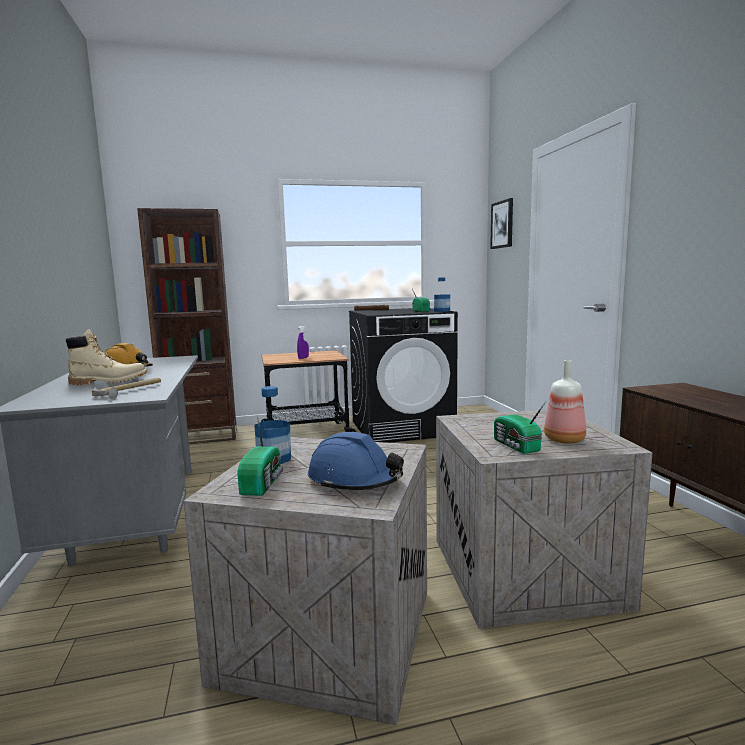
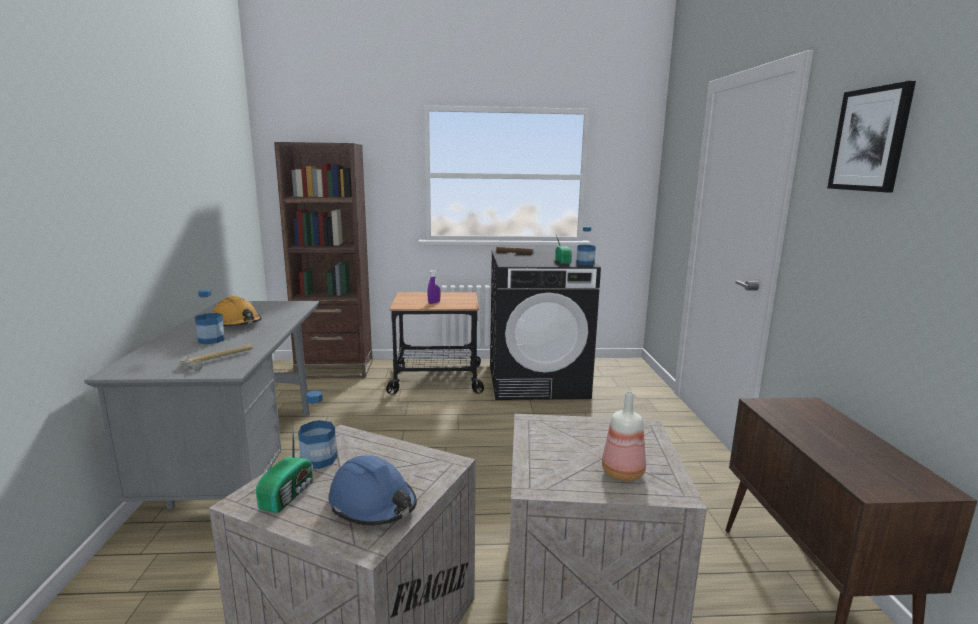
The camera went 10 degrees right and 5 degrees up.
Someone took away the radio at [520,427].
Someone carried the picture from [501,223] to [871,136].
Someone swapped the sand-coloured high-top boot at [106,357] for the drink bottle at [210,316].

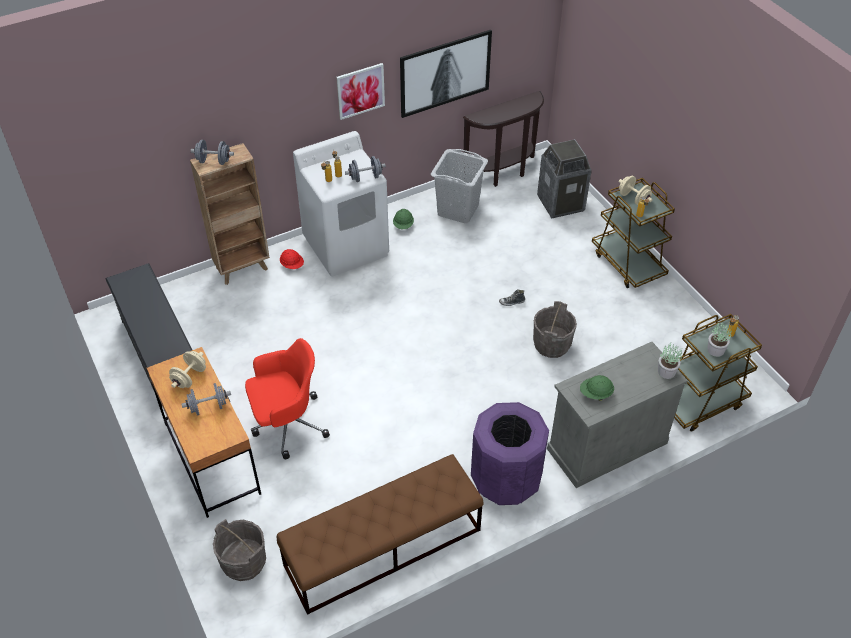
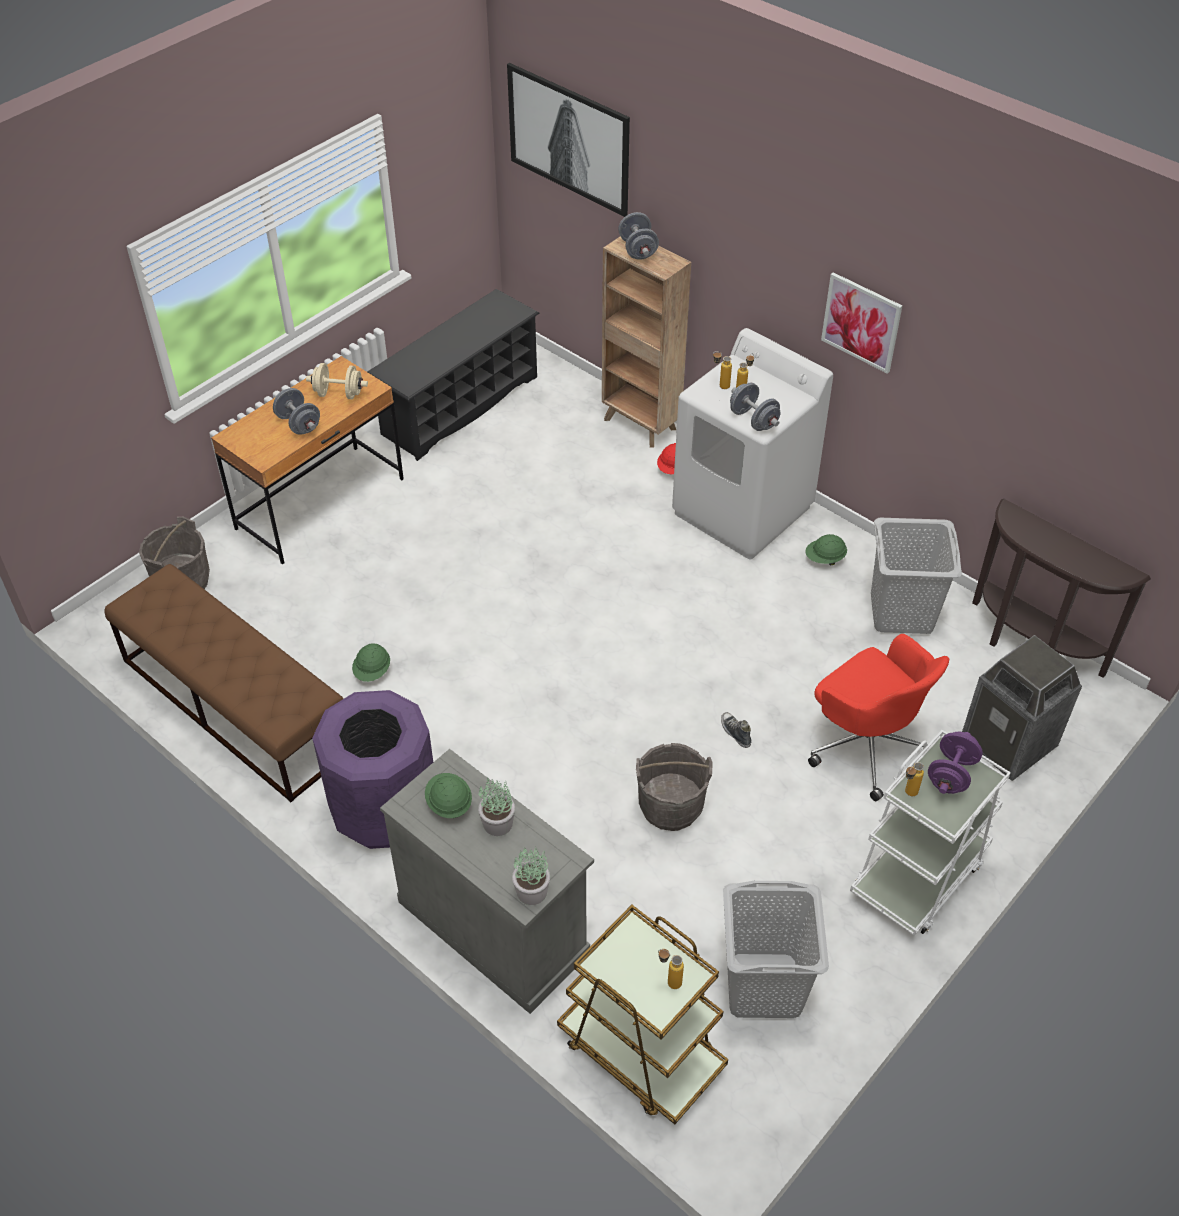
The camera went 70 degrees right and 0 degrees up.
Someone put down the green-coloured work helmet at [371,662].
Someone put down the grey washing basket at [776,949].
Someone carried the red-coloured computer chair from [287,398] to [878,717].
Someone carried the picture from [446,74] to [568,140].
Someone carried the potted plant from [719,340] to [496,806].
Someone repainted the brown-coloured wheeled cart at [633,233], which became the white wheeled cart at [930,833].
Someone repainted the sand-coloured free weight at [636,190], which became the purple free weight at [955,763].

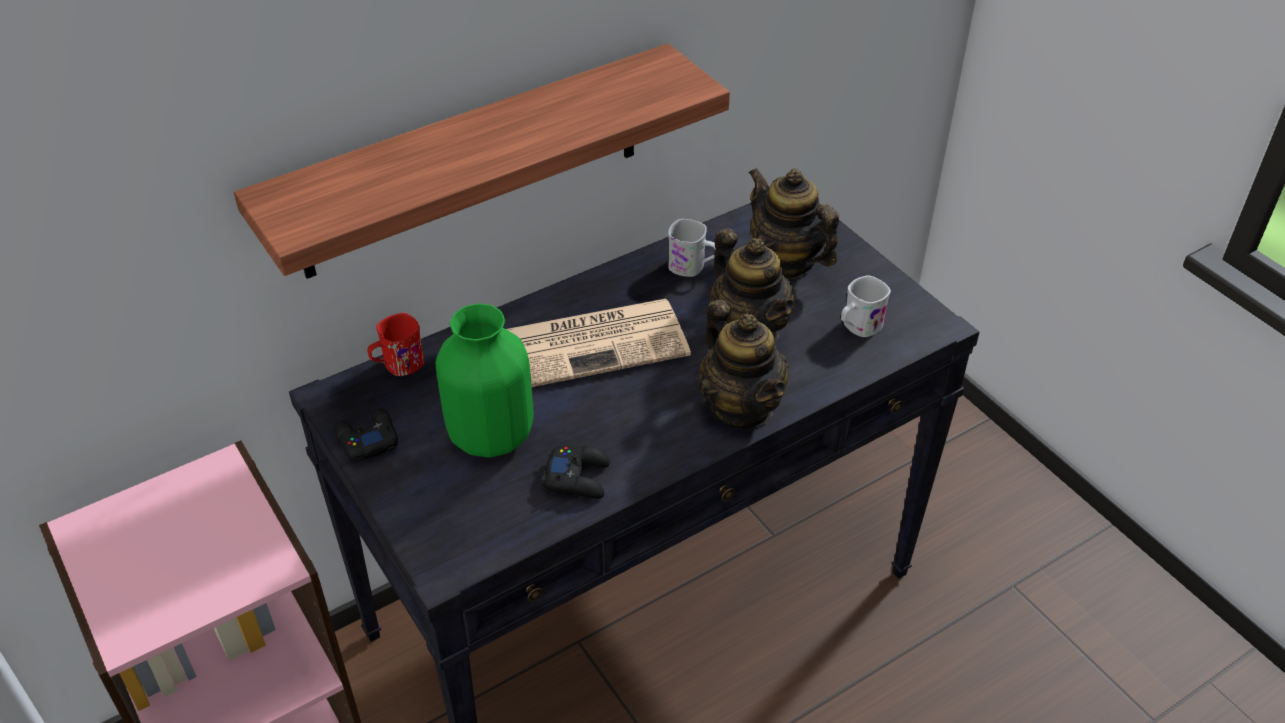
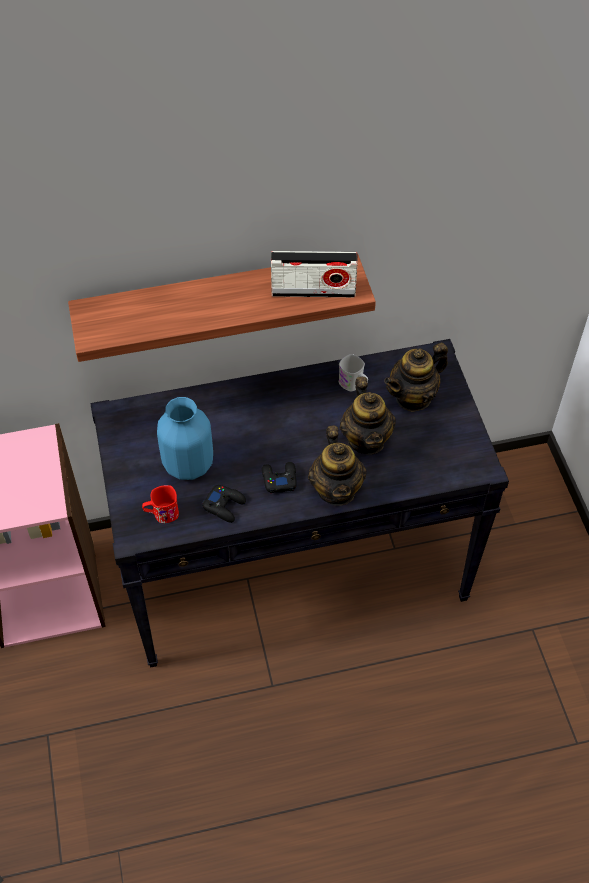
The camera went 20 degrees right and 10 degrees up.
Someone took away the newspaper at [598,343].
Someone took away the white coffee mug at [866,306].
Someone put down the radio at [314,274].
Someone carried the black joypad from [365,435] to [279,477].
Someone carried the red-coloured coffee mug from [395,344] to [160,504].
Someone repainted the green-coloured decorative vase at [485,380], which became the blue decorative vase at [185,438].
Someone rotated the pot for tea at [794,223] by 105 degrees counterclockwise.

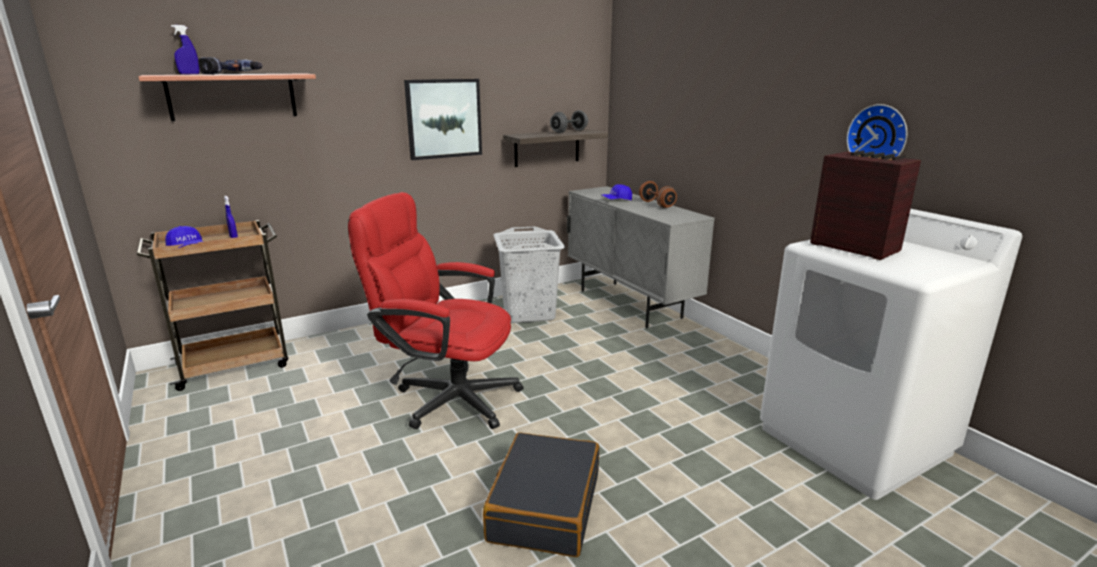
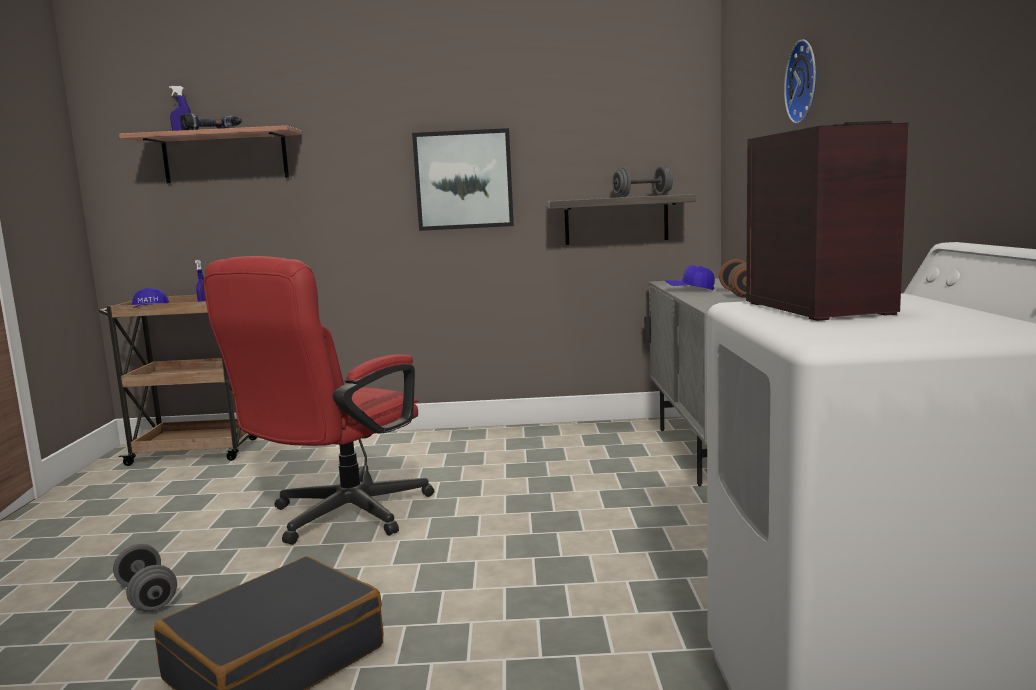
The camera went 30 degrees right and 10 degrees down.
Someone took away the grey washing basket at [529,275].
Someone put down the grey free weight at [145,578].
Someone carried the wall clock from [877,130] to [800,81].
Someone rotated the red-coloured computer chair at [435,310] by 105 degrees counterclockwise.

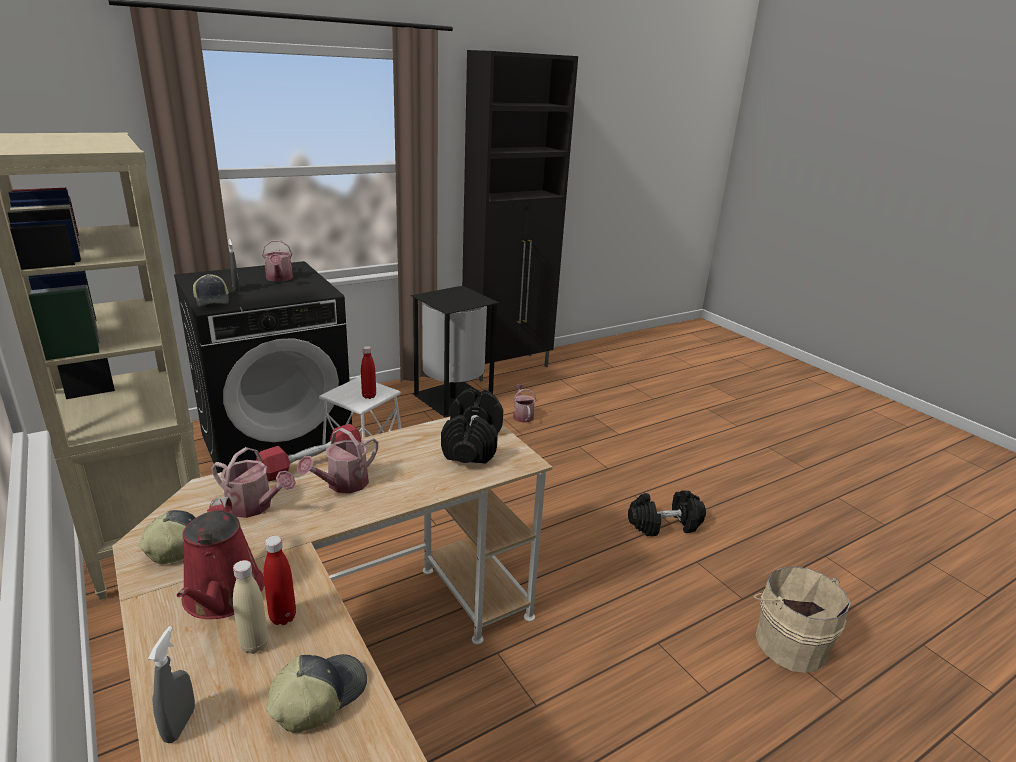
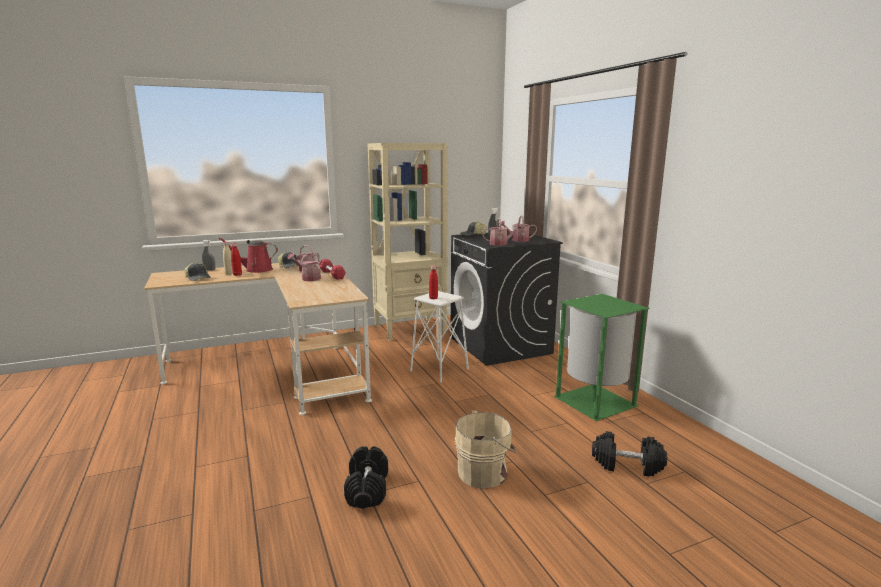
The camera went 100 degrees right and 10 degrees down.
Someone took away the black cupboard at [520,216].
Someone carried the black free weight from [472,426] to [629,454].
Someone carried the sprinkling can from [524,404] to [502,232].
Someone carried the sand-coloured bucket from [801,620] to [485,449].
Someone repainted the black trash can at [455,352], which became the green-coloured trash can at [602,357].

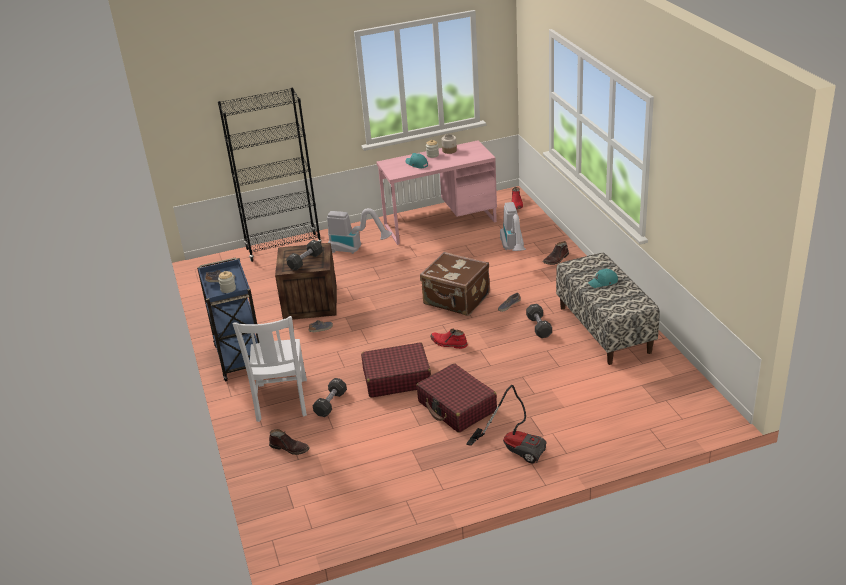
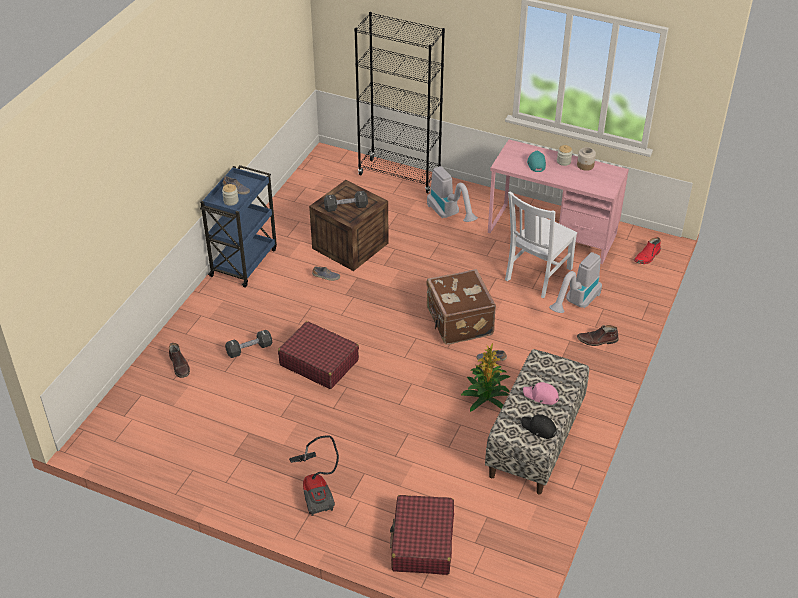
The camera went 40 degrees right and 10 degrees up.
Someone took away the red-coloured high-top boot at [449,339].
Someone put down the black baseball cap at [539,427].
Someone carried the white plain chair from [270,369] to [541,245].
Someone carried the red-coloured travel case from [456,398] to [422,535].
Someone swapped the black free weight at [539,321] for the potted plant at [485,377].
Someone repainted the blue-green baseball cap at [603,278], which became the pink baseball cap at [541,393].

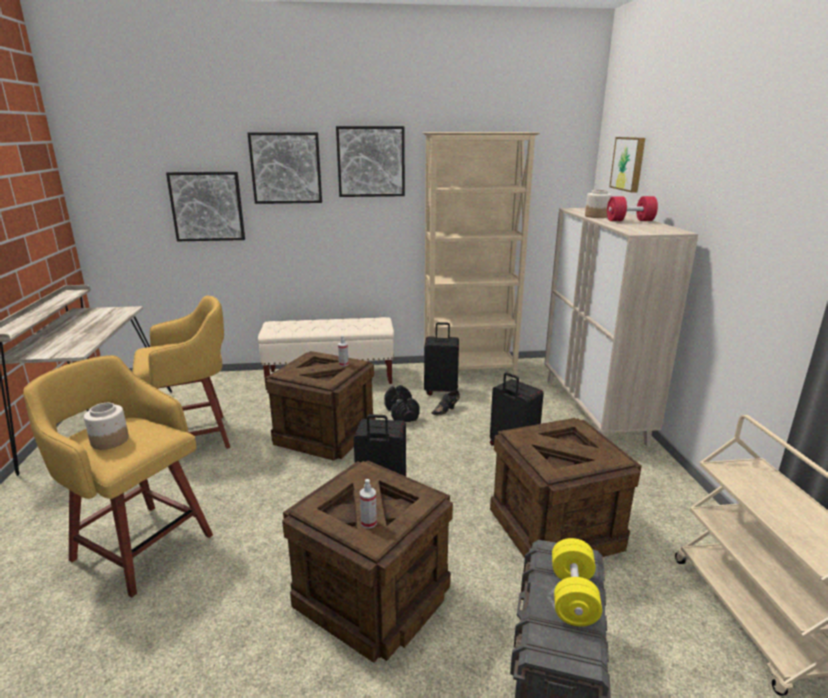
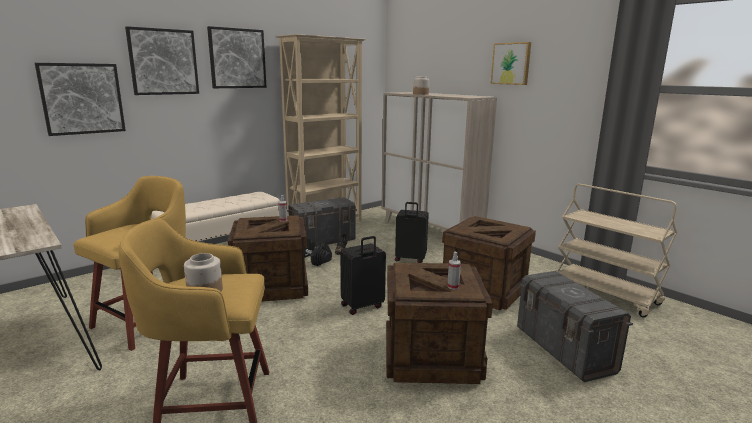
The camera went 35 degrees left and 5 degrees down.
Someone took away the yellowish free weight at [577,582].
Someone took away the red-coloured free weight at [632,208].
Someone carried the picture from [627,164] to [511,63].
Someone swapped the black travel case at [441,359] for the grey storage box at [322,222].

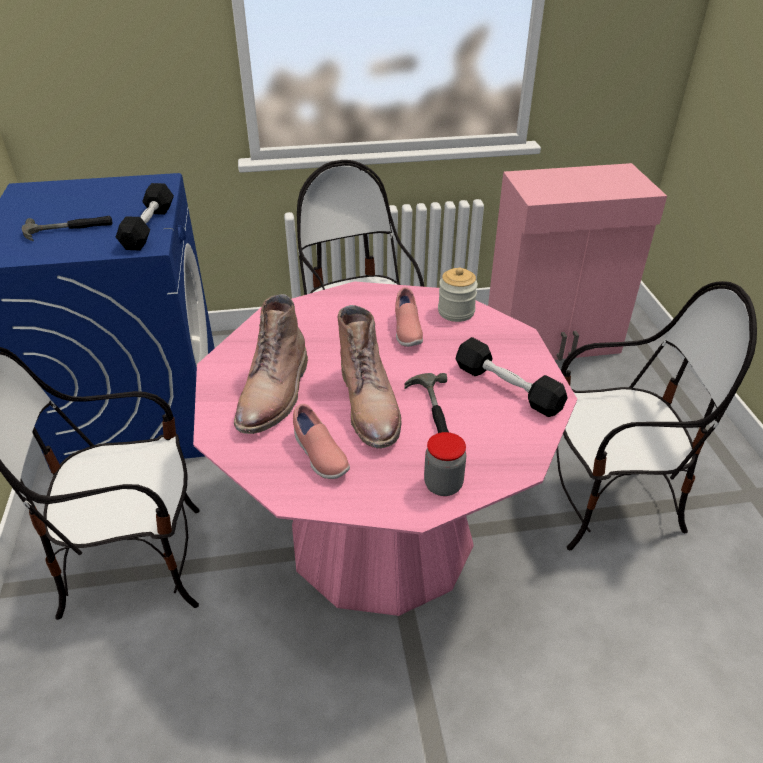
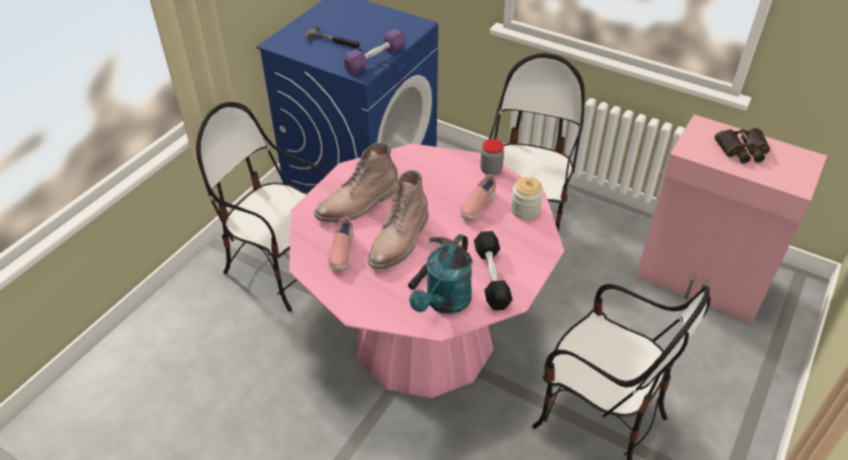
The camera went 40 degrees right and 5 degrees up.
Someone put down the blue-green sprinkling can at [441,274].
Someone put down the field glasses at [742,146].
Someone carried the jar from [445,464] to [492,157].
Someone repainted the black free weight at [145,217], which became the purple free weight at [374,51].

